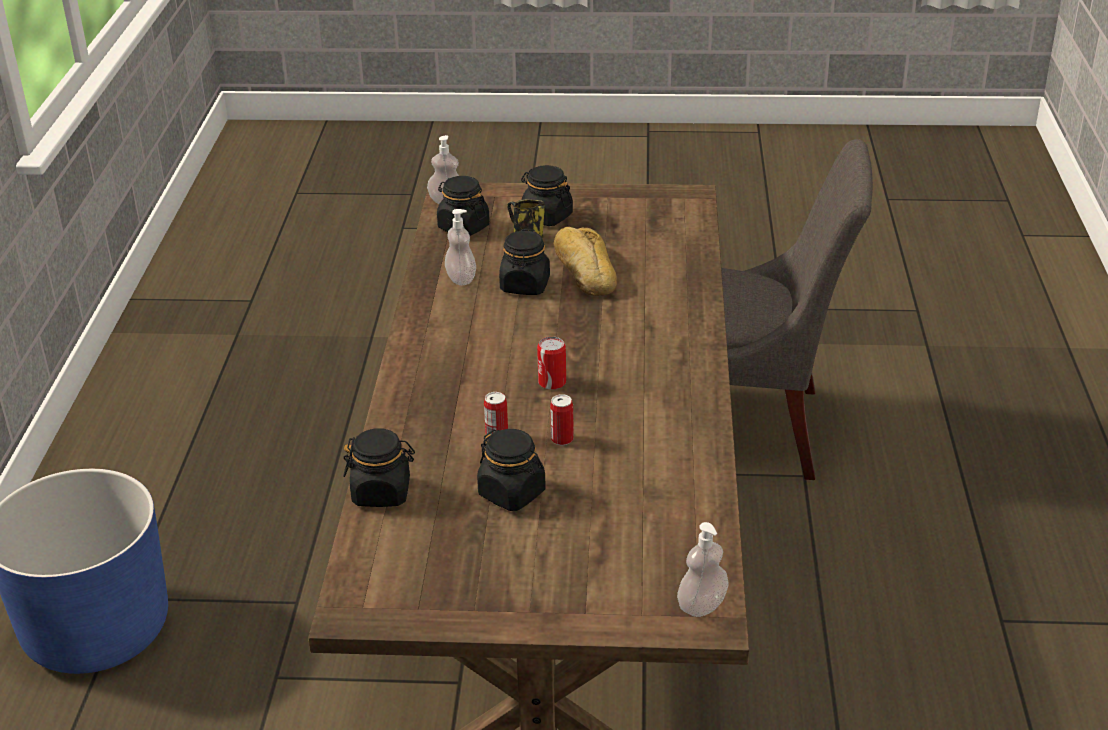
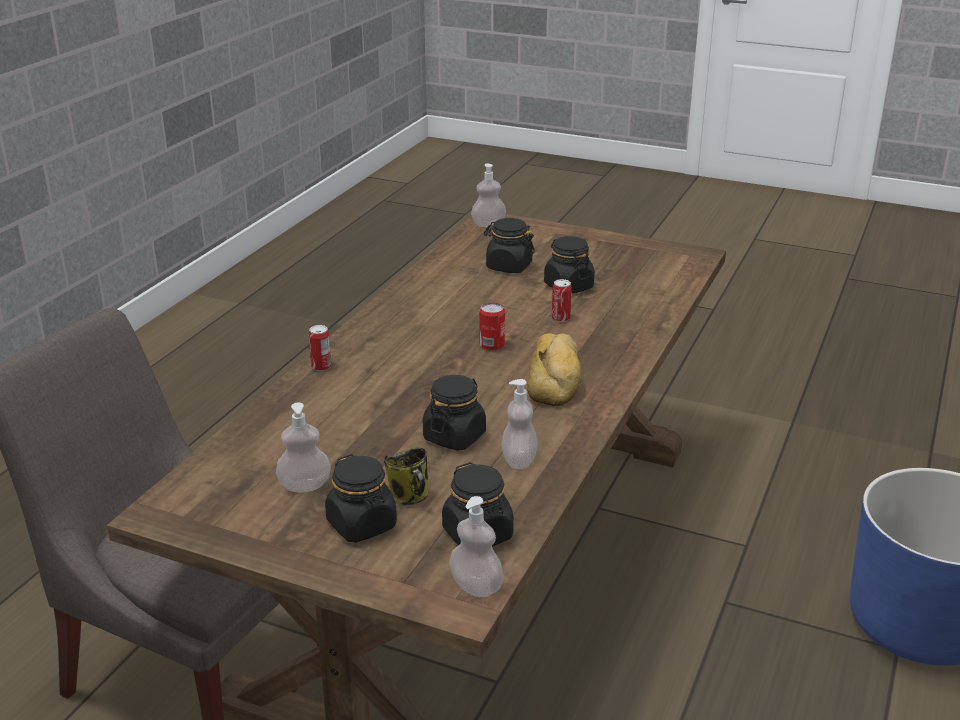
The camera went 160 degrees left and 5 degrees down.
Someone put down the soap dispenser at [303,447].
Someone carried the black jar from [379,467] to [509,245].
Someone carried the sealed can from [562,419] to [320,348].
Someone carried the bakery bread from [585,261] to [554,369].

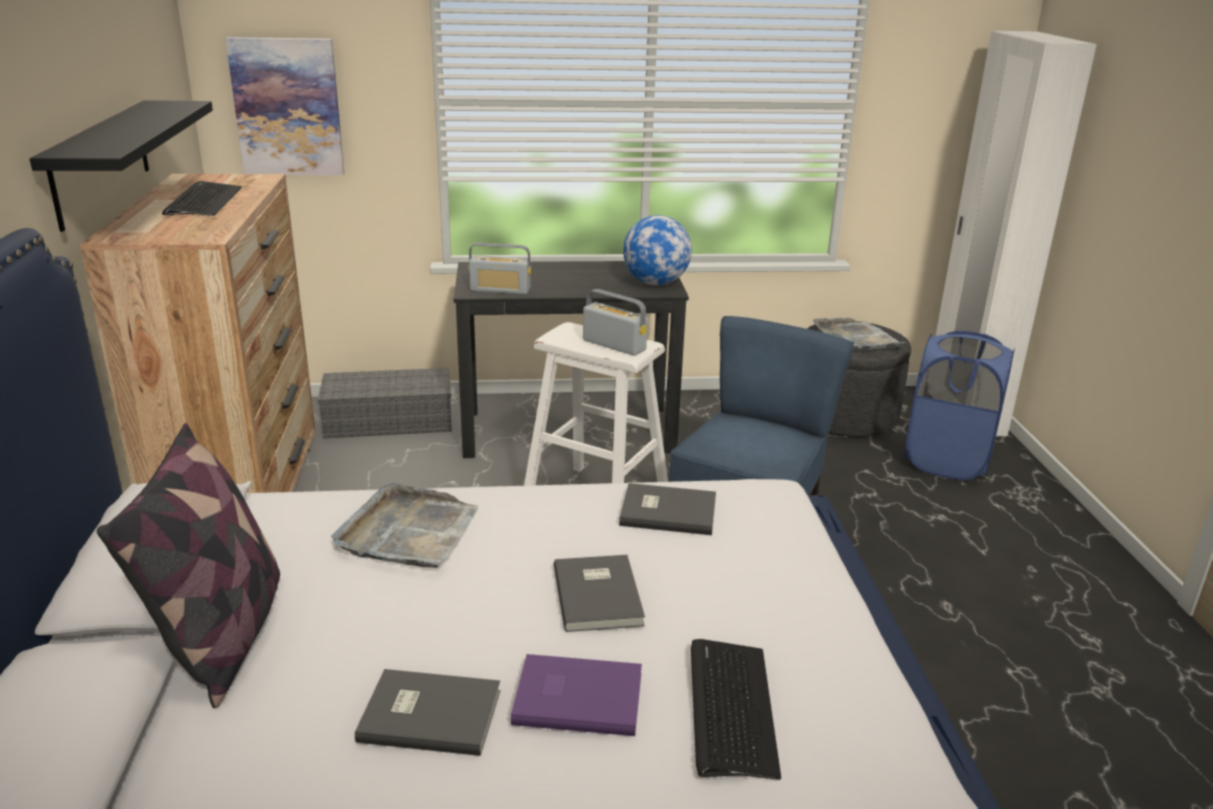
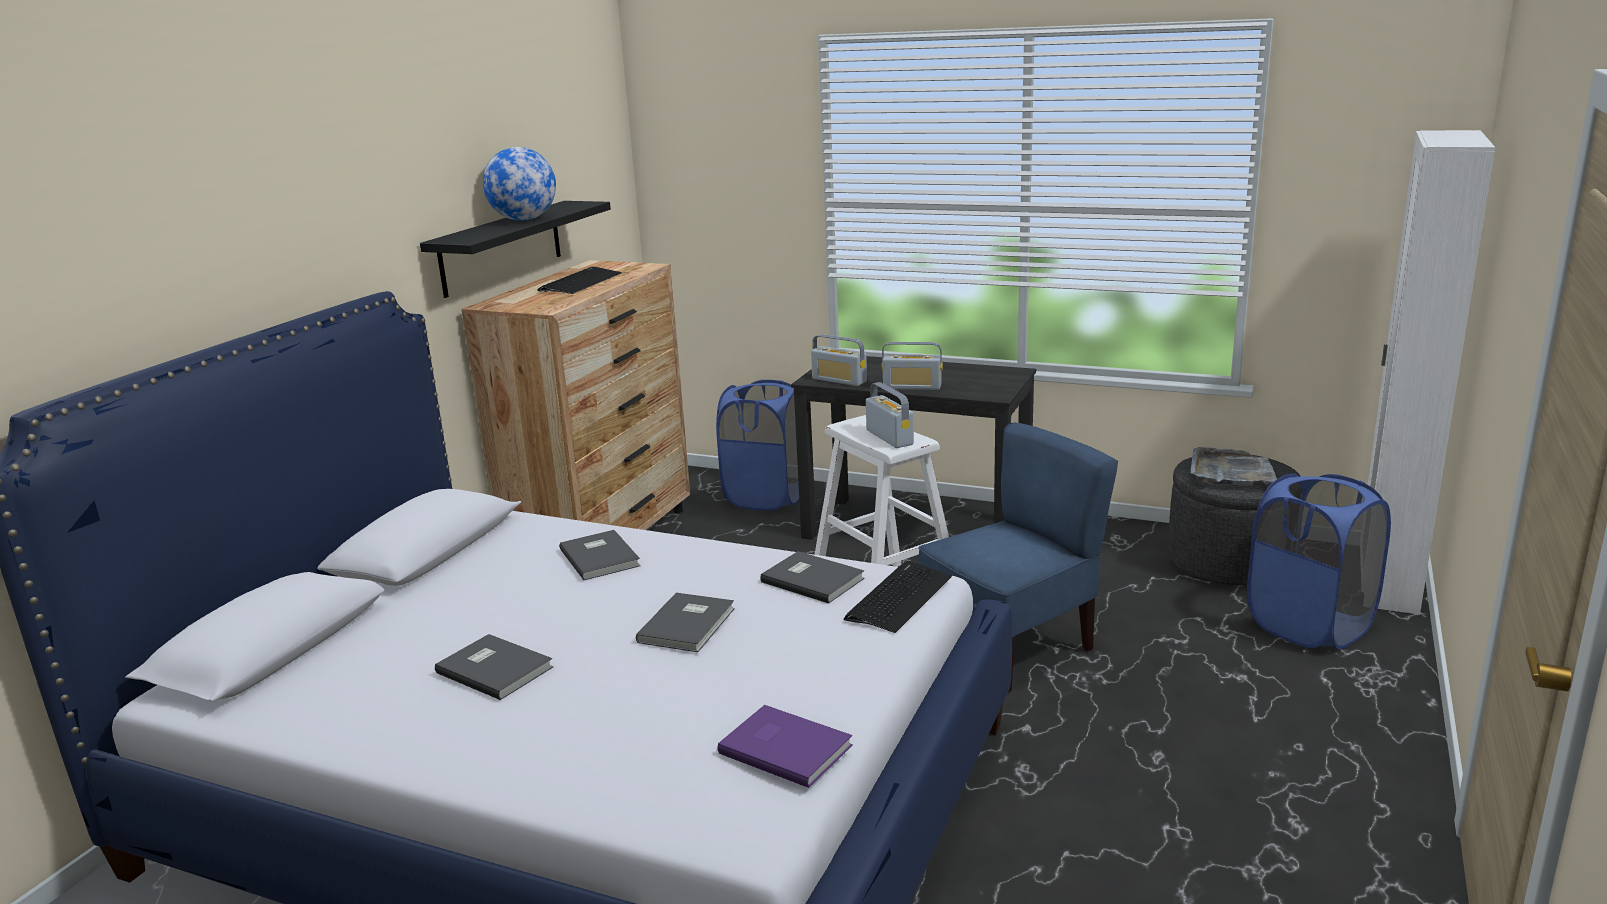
The camera went 30 degrees right and 5 degrees down.
Someone took away the cushion at [188,565].
Someone took away the picture at [284,106].
Someone put down the radio at [912,366].
Someone carried the purple book from [576,695] to [785,746].
Someone carried the world globe from [657,250] to [519,184].
Someone carried the computer keyboard from [736,709] to [898,597].
Someone swapped the grey storage box at [385,403] for the blue washing basket at [757,445].
Someone swapped the grey carrying tray at [404,525] for the grey book at [599,555].

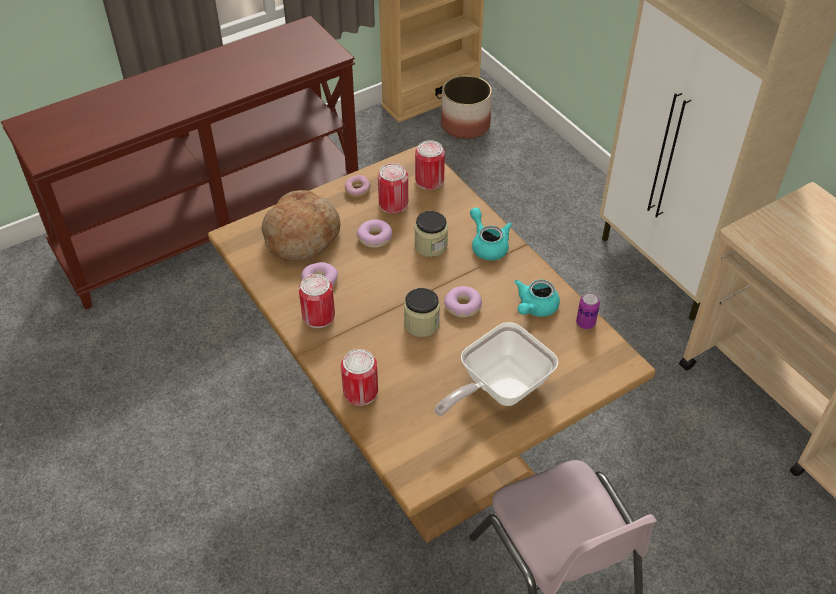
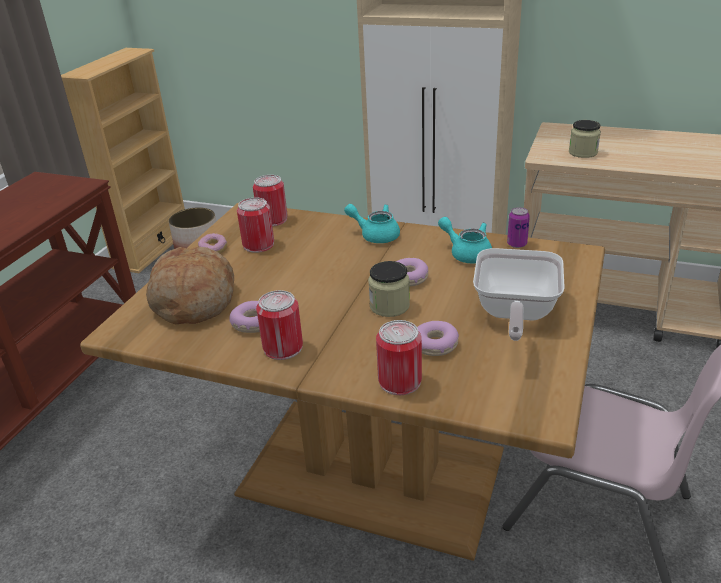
The camera went 35 degrees left and 15 degrees down.
Someone carried the ring doughnut from [374,233] to [438,338].
Someone carried the jar from [431,234] to [585,139].
Someone rotated the blue-green pot for tea at [537,298] by 135 degrees clockwise.

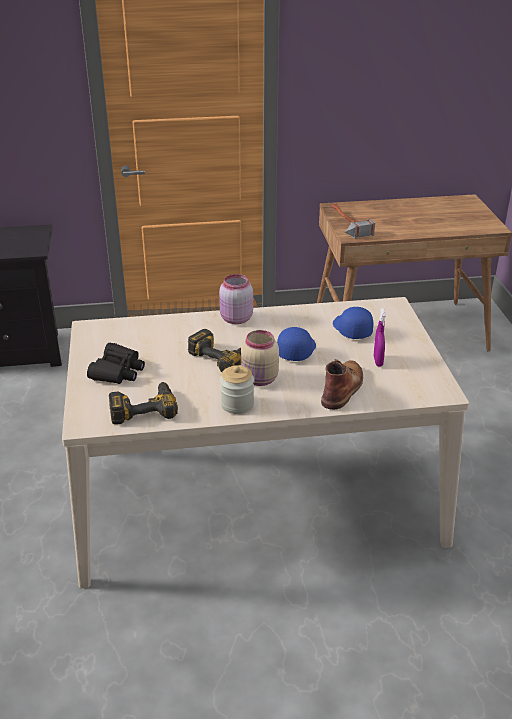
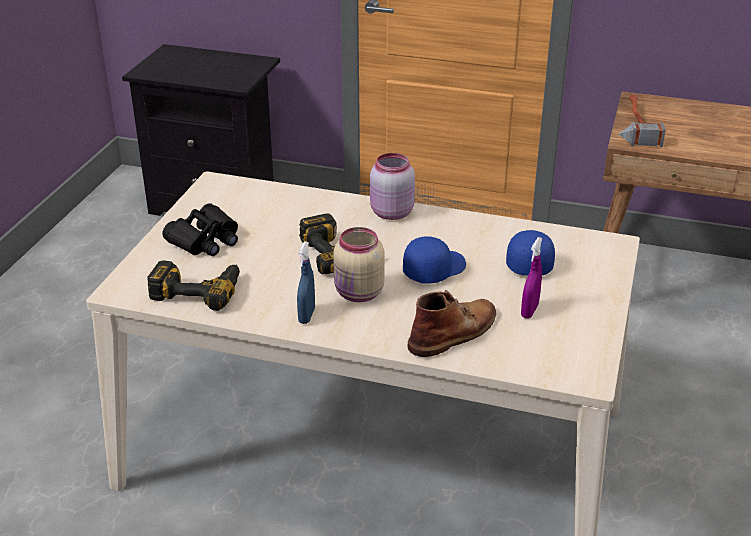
The camera went 25 degrees right and 0 degrees up.
Someone swapped the jar at [237,389] for the blue sprayer at [306,282].

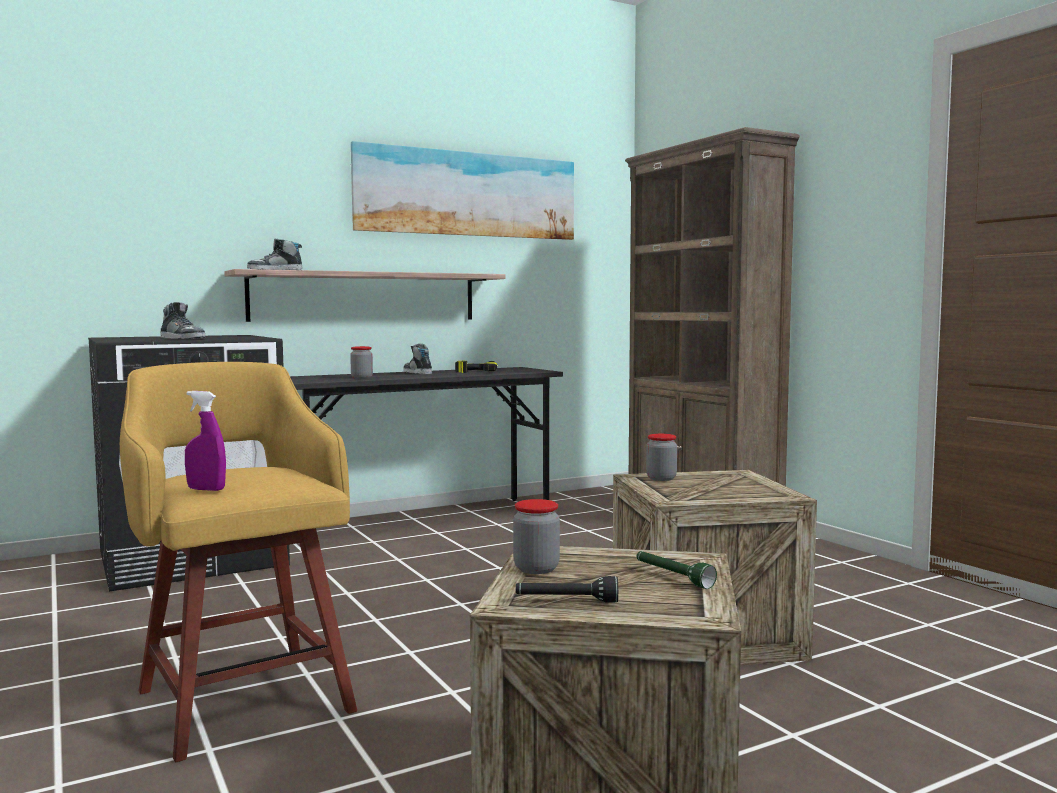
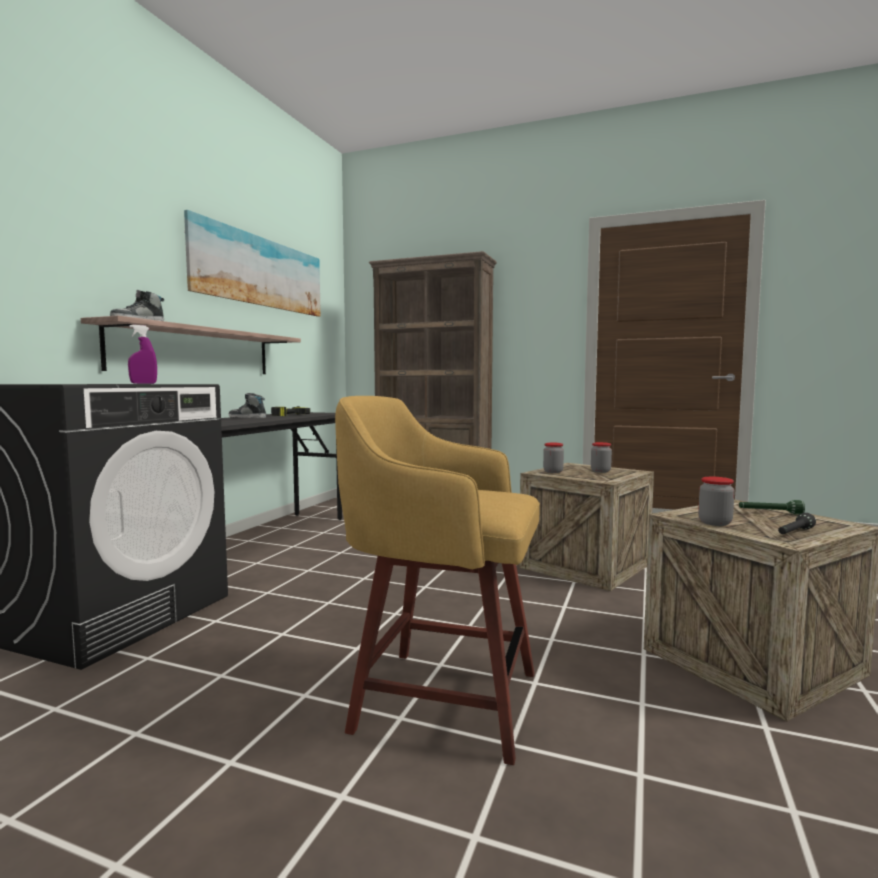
The camera went 40 degrees left and 0 degrees up.
Someone took away the shoe at [182,320].
Someone carried the purple sprayer from [205,441] to [142,354].
Someone carried the jar from [361,362] to [601,457].

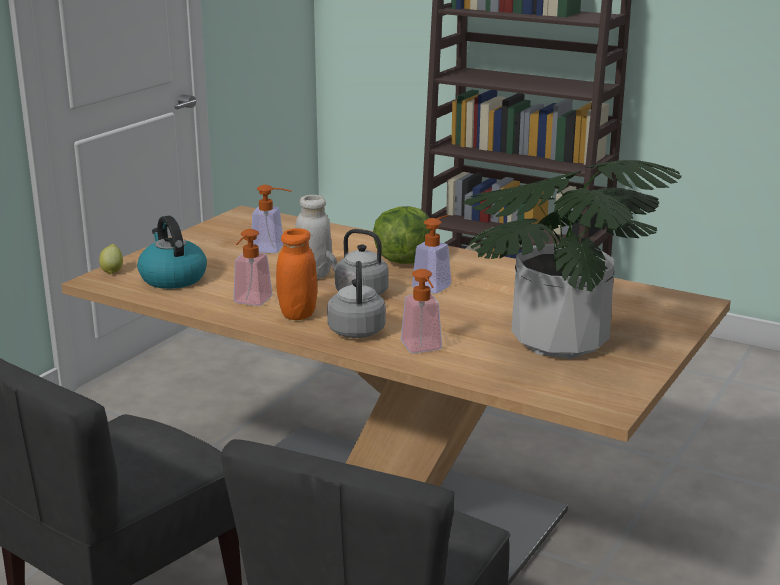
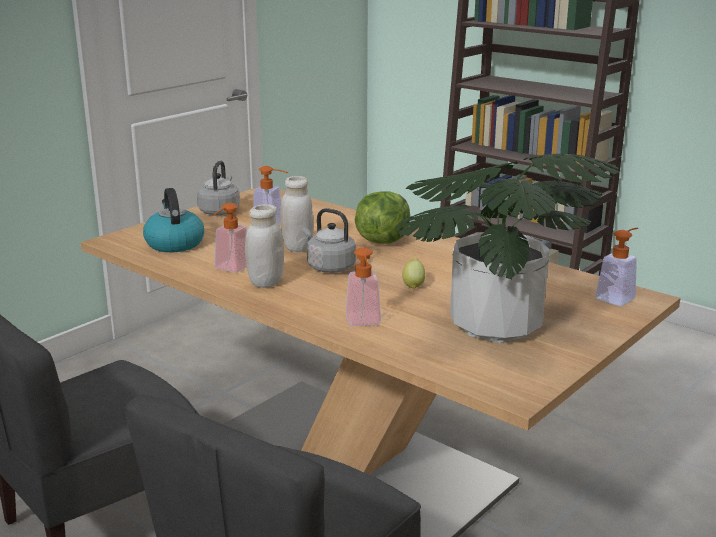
The camera went 10 degrees right and 0 degrees up.
Someone carried the whole lemon from [111,259] to [413,273].
Someone carried the grey kettle from [356,299] to [218,187].
Someone carried the soap dispenser from [431,254] to [616,267].
Someone repainted the orange-coloured jar at [296,274], which became the white jar at [264,246].

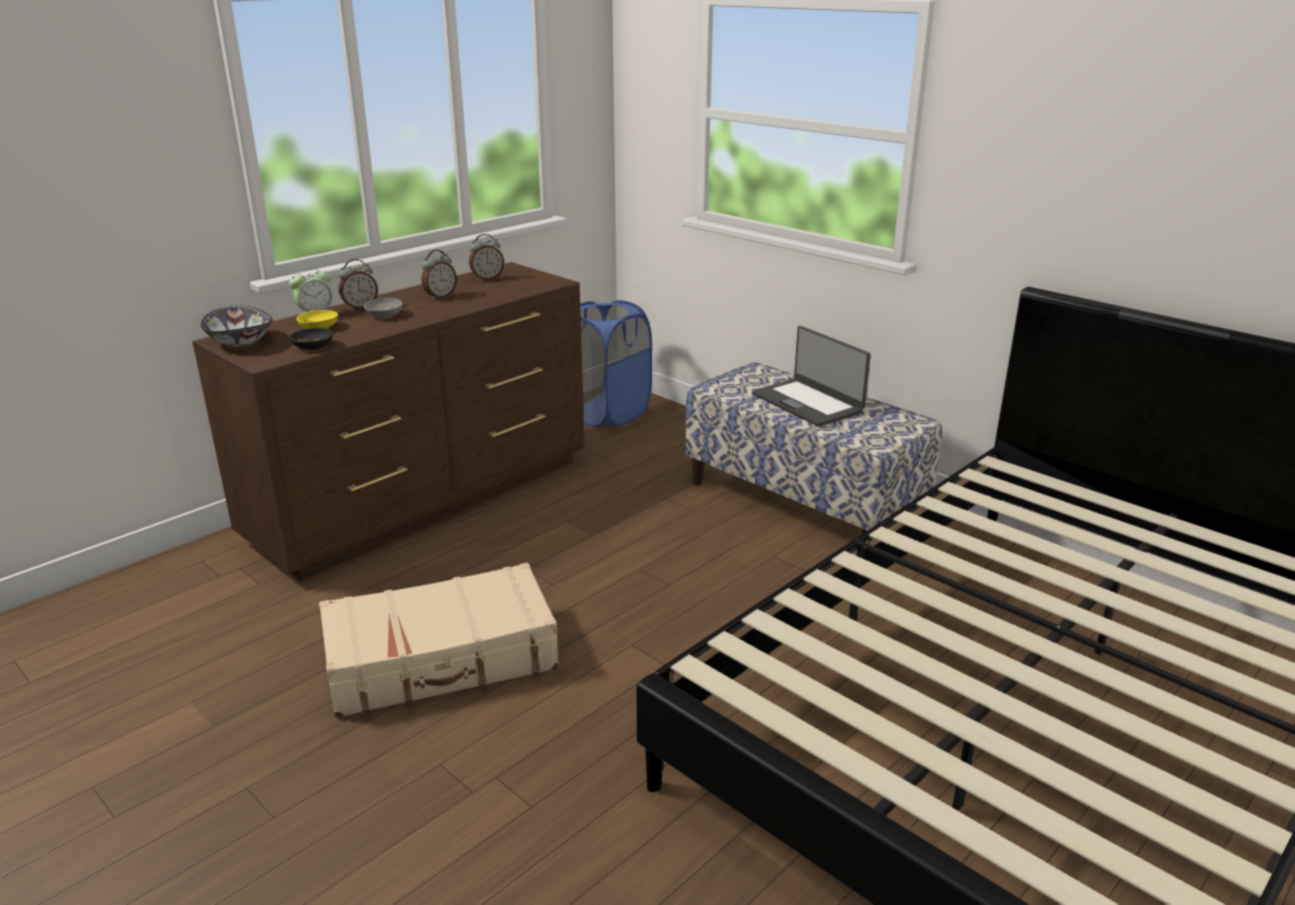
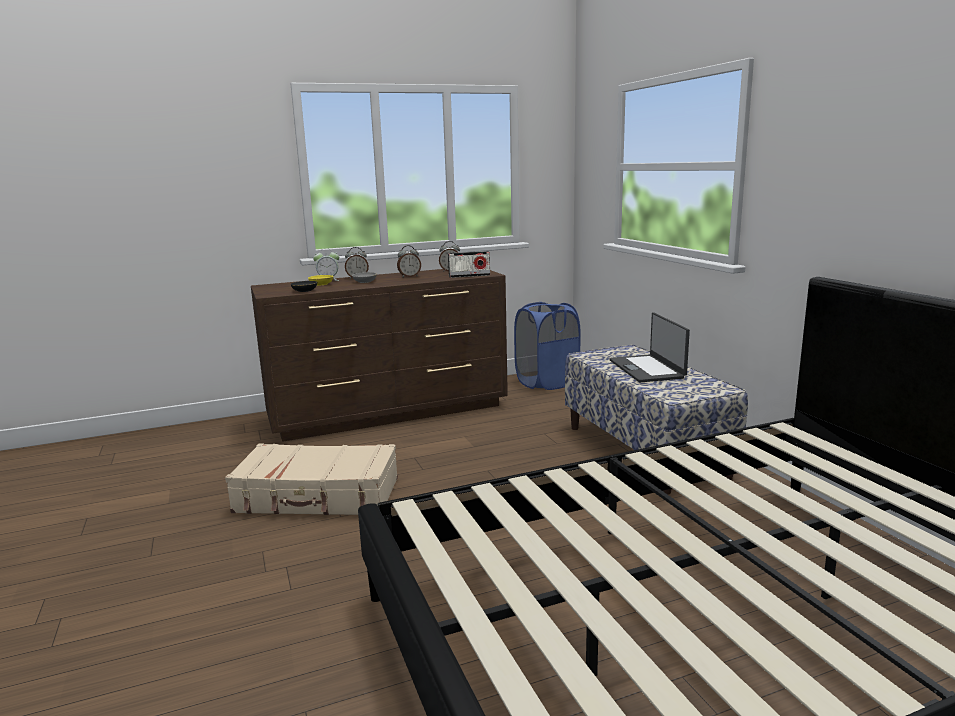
The camera went 25 degrees right and 10 degrees down.
Someone took away the deep dish at [237,326].
Someone put down the radio at [469,264].

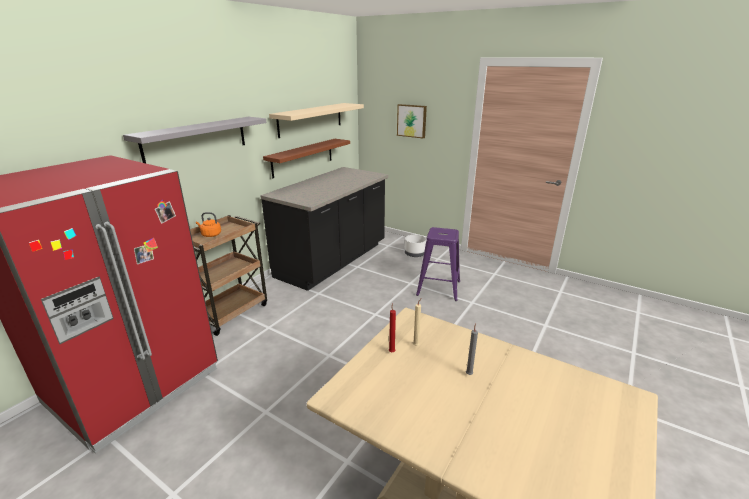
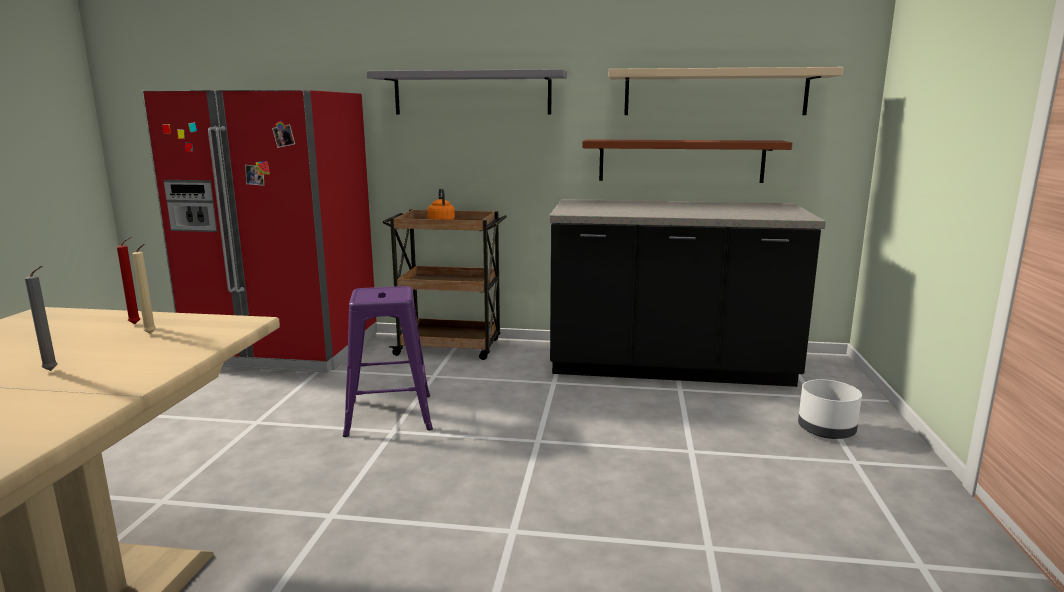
The camera went 65 degrees right and 10 degrees down.
Someone took away the picture at [412,121].
Someone carried the purple stool from [438,264] to [388,361].

